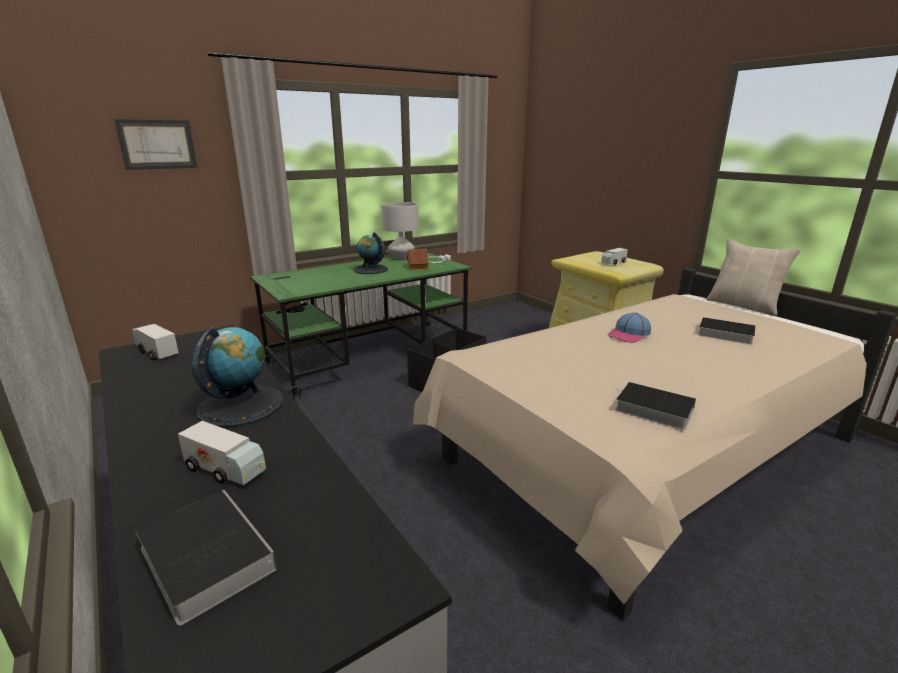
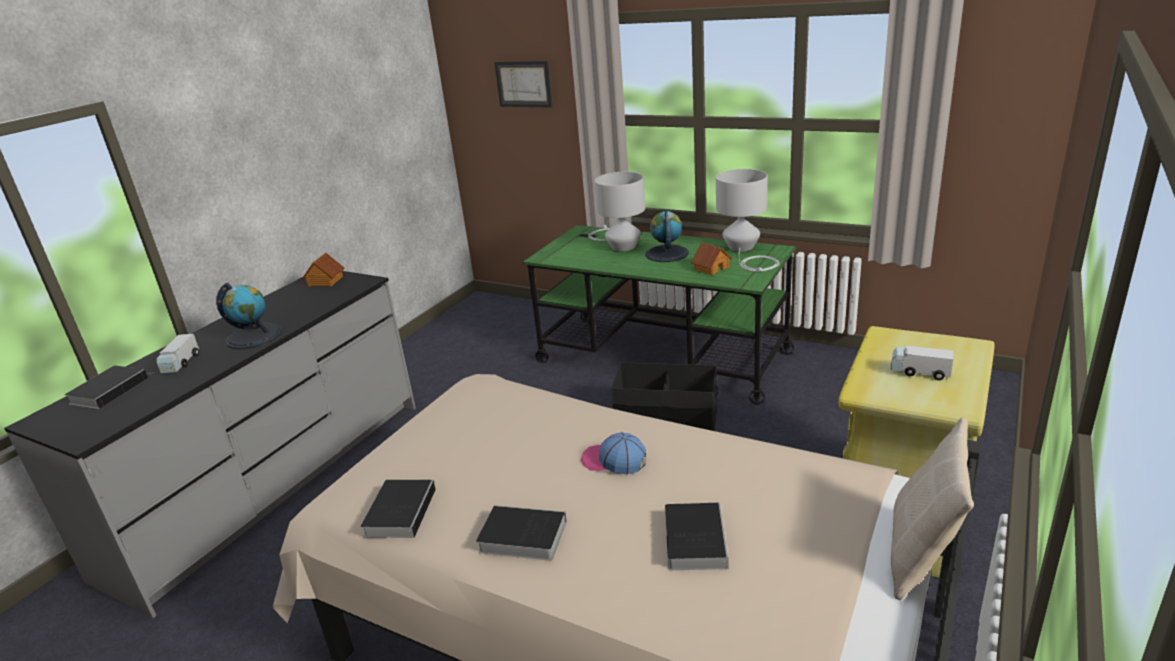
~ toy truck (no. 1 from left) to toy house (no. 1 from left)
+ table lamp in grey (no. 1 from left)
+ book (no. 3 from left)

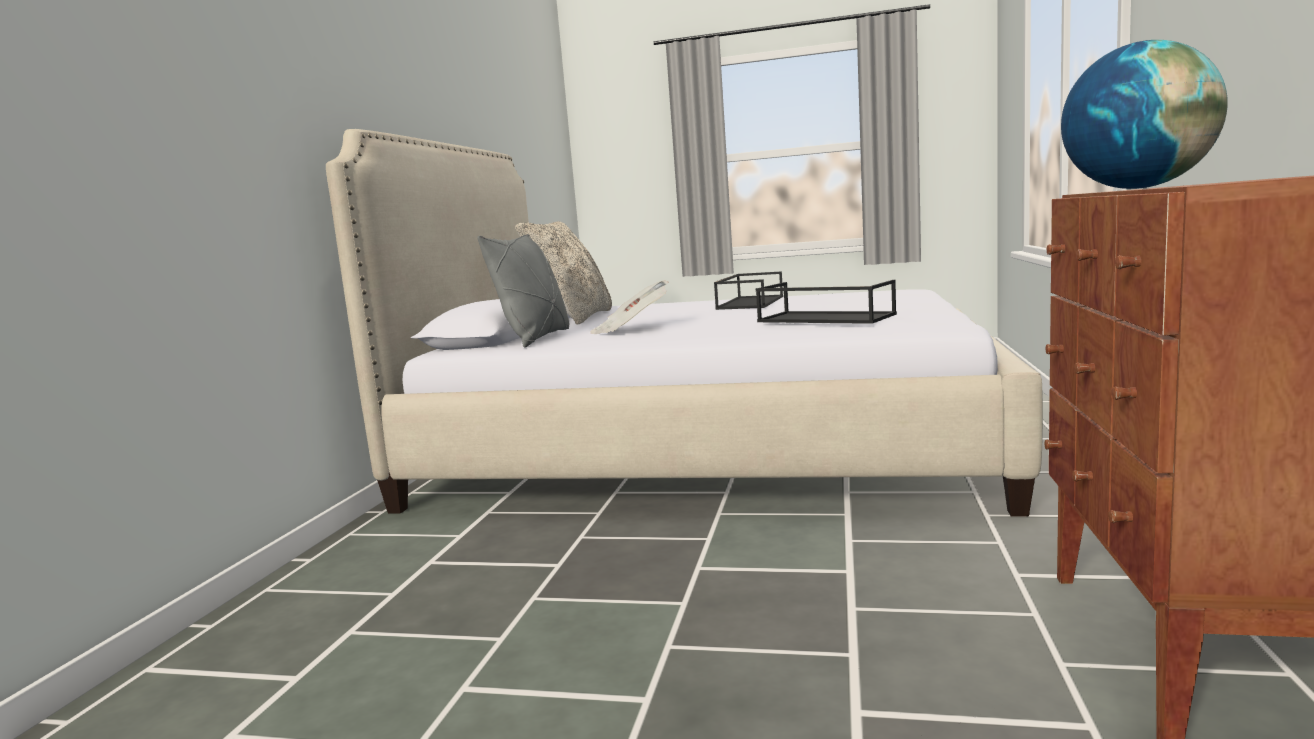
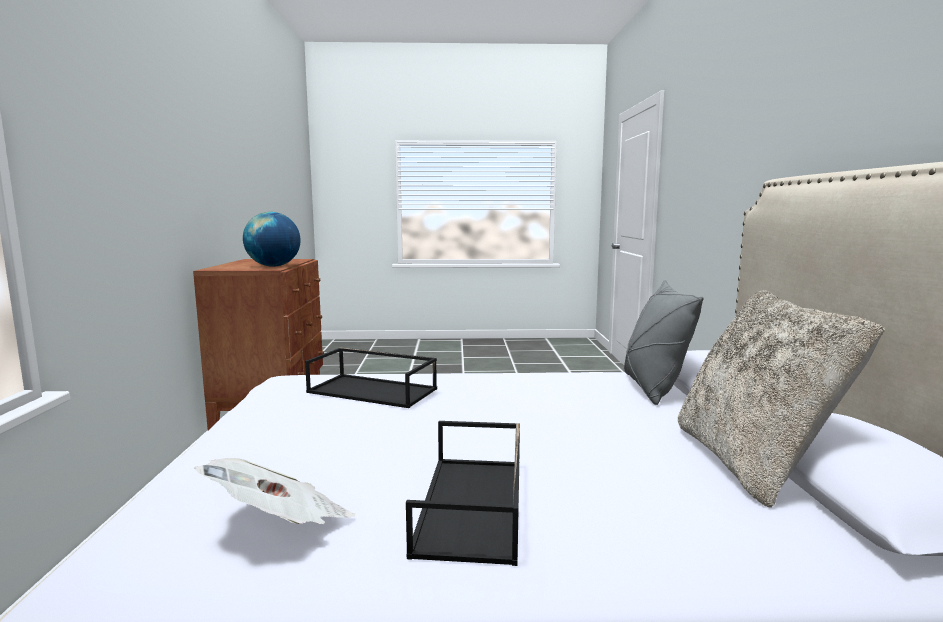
~ newspaper

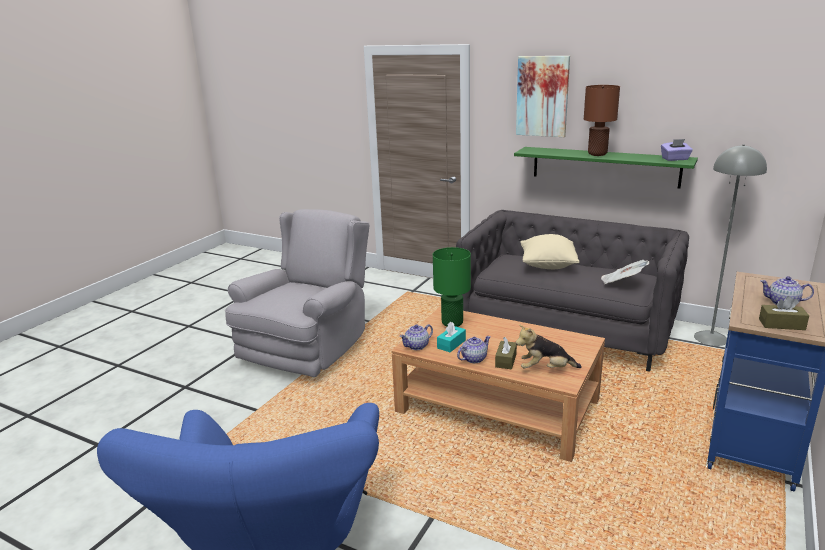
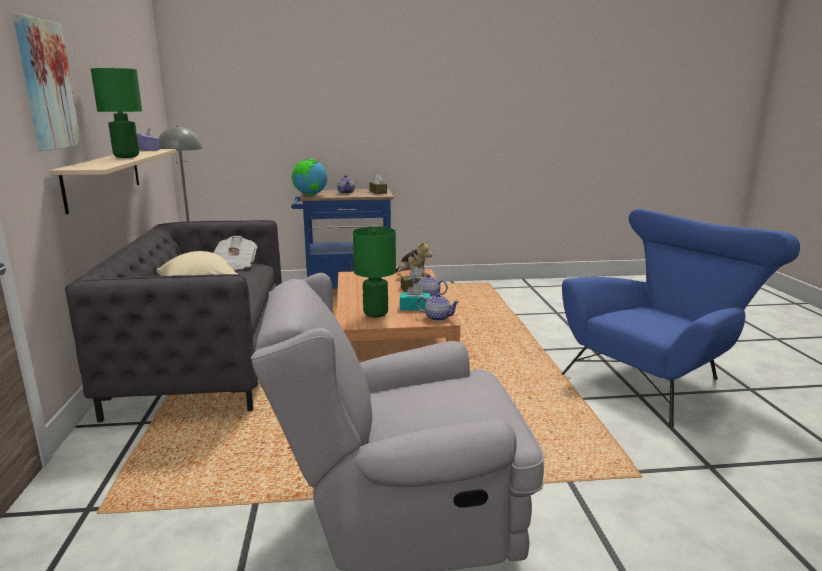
~ table lamp in brown to table lamp in green (no. 1 from left)
~ shelf in green to shelf in beige
+ globe

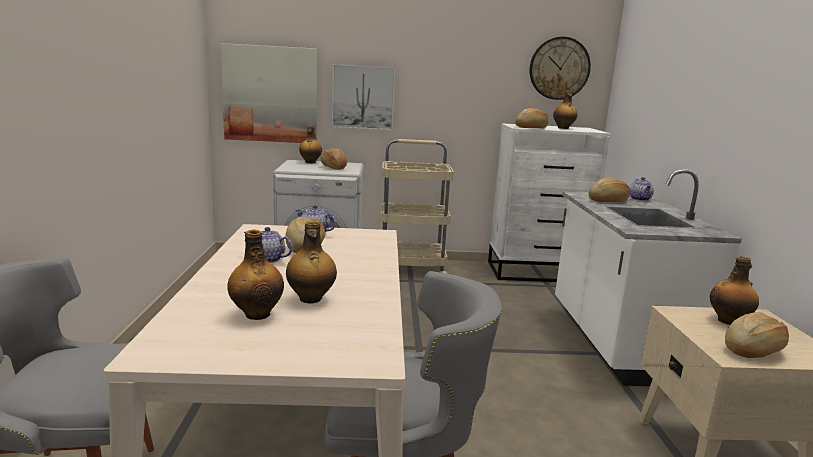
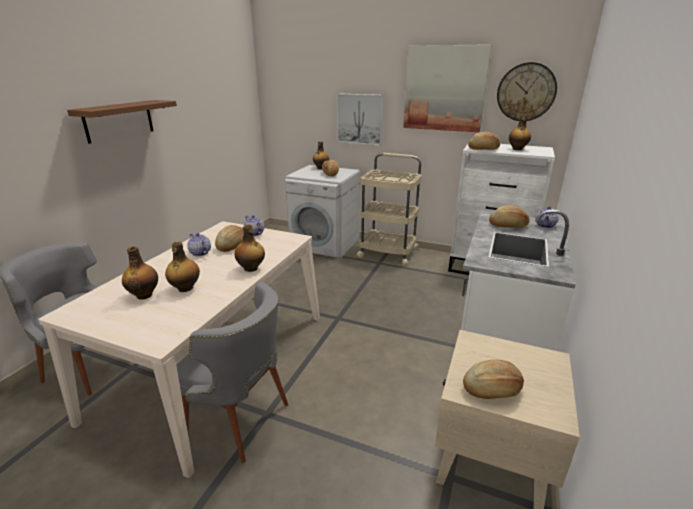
~ picture (no. 1 from left in the first image) to picture (no. 2 from left)
~ bottle (no. 5 from left in the first image) to bottle (no. 3 from left)
+ shelf in brown

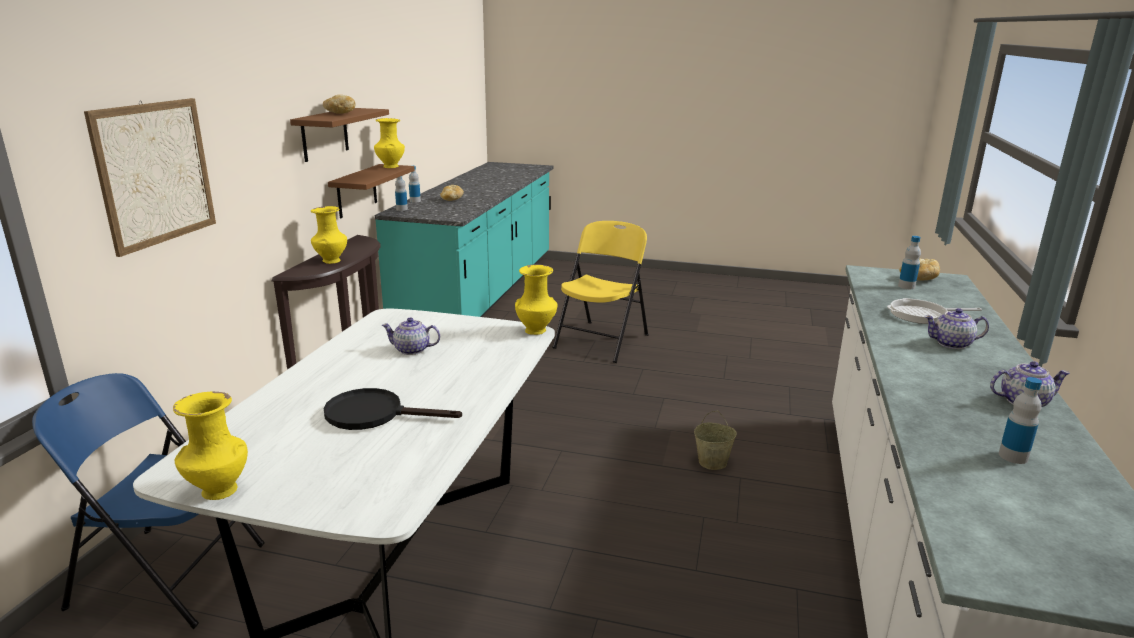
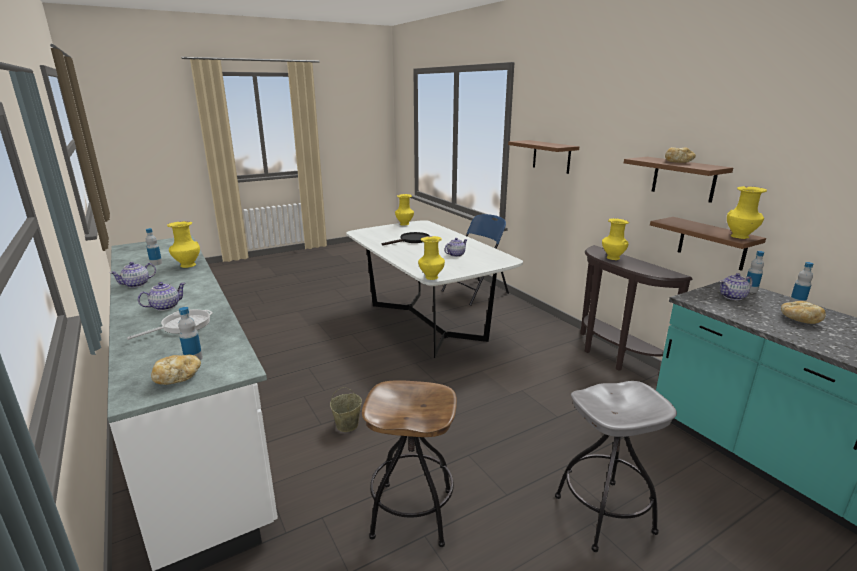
~ picture to shelf in brown (no. 1 from left)
~ chair in yellow to stool in grey
+ vase in yellow (no. 1 from left)
+ teapot (no. 4 from left)
+ stool in brown

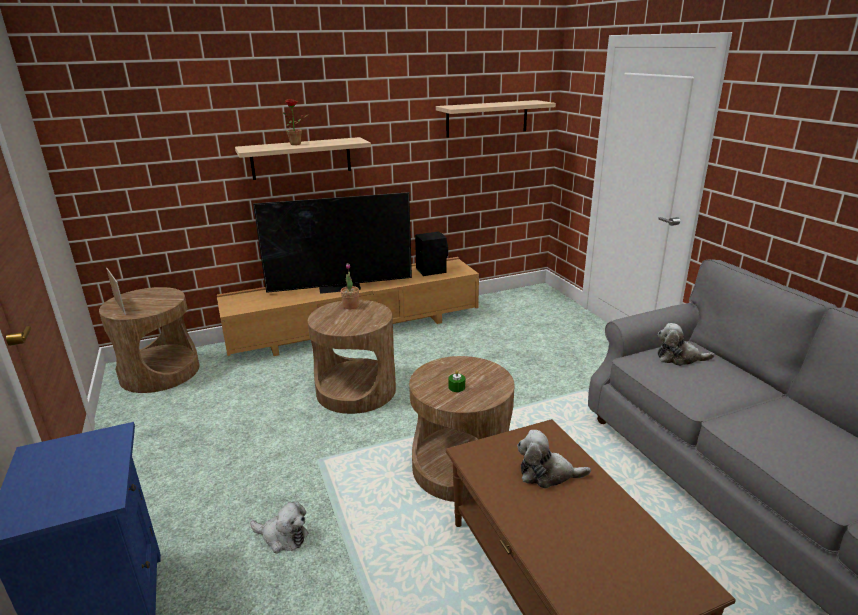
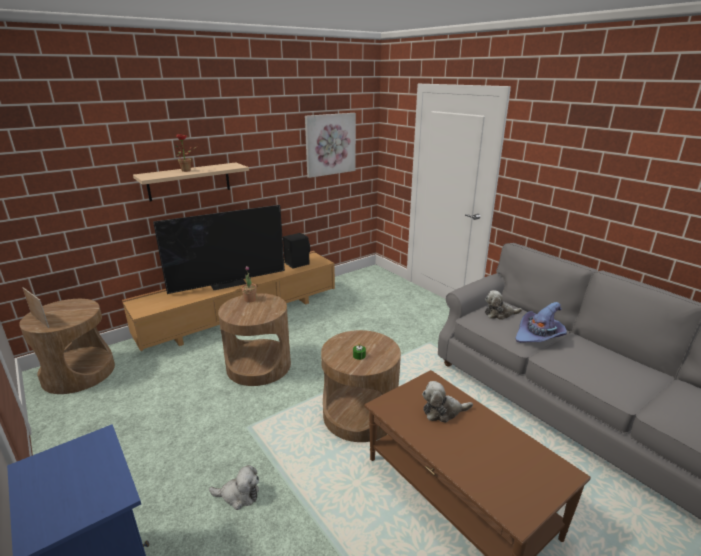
~ shelf (no. 2 from left) to picture
+ hat in purple

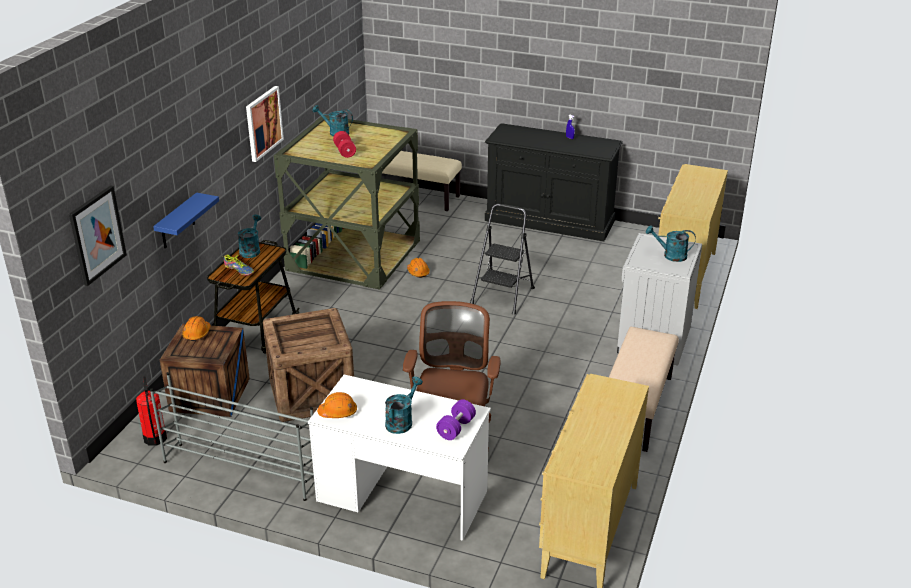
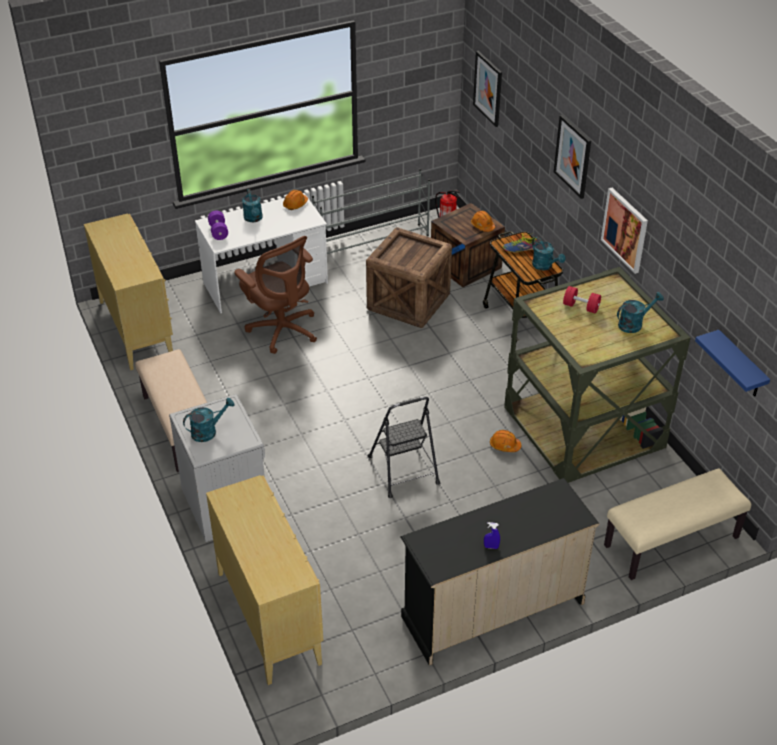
~ shelf in blue
+ picture (no. 2 from left)

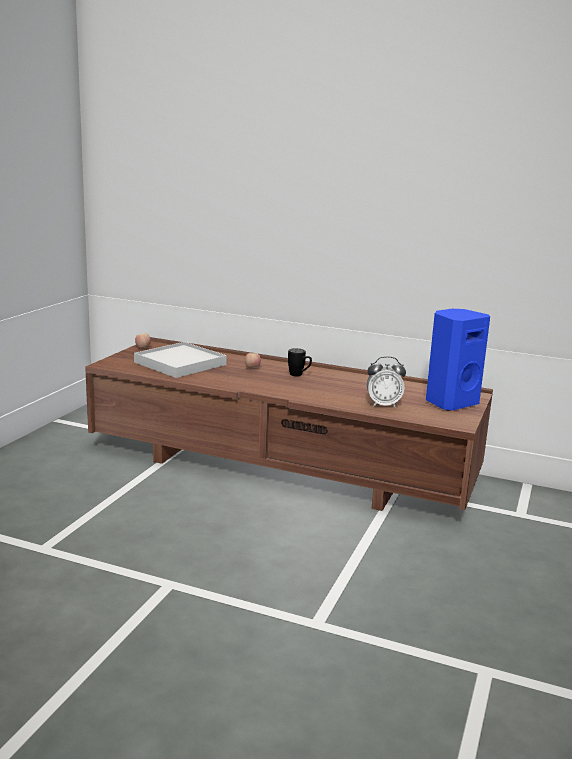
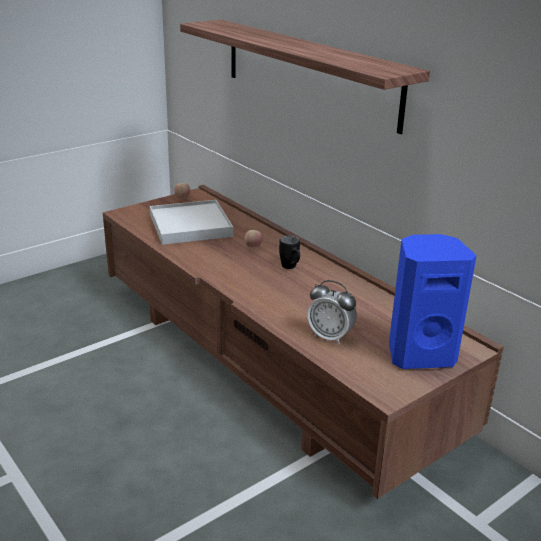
+ shelf

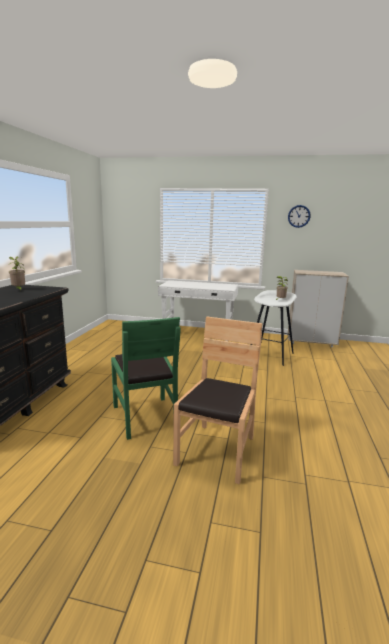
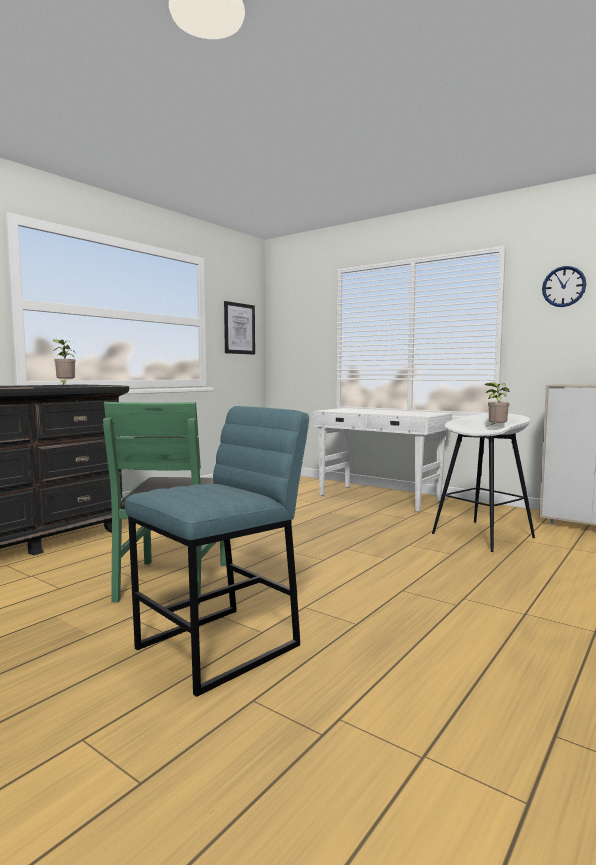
~ chair in brown to stool in blue
+ picture

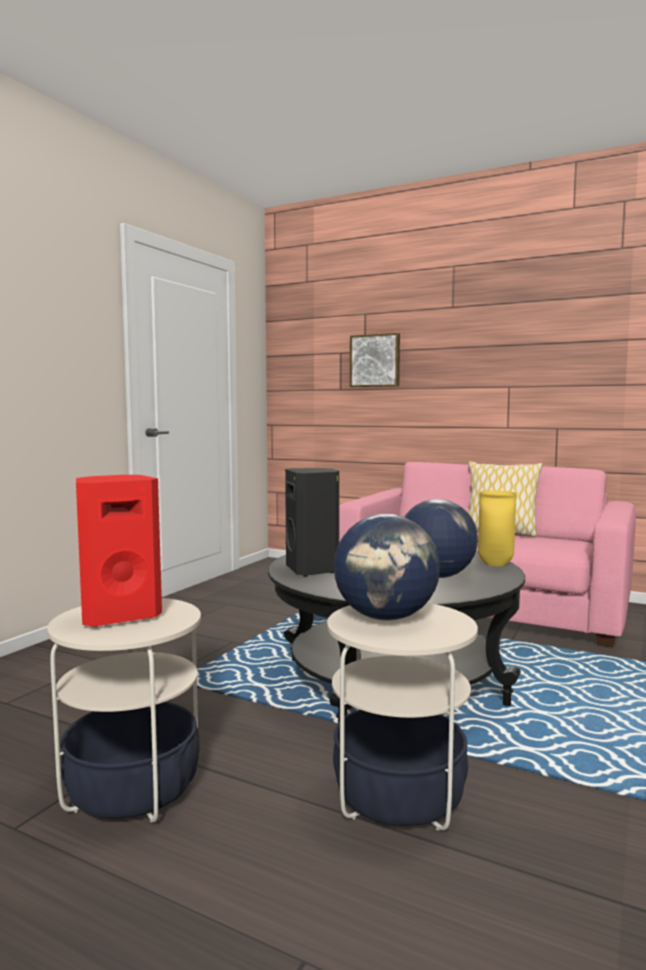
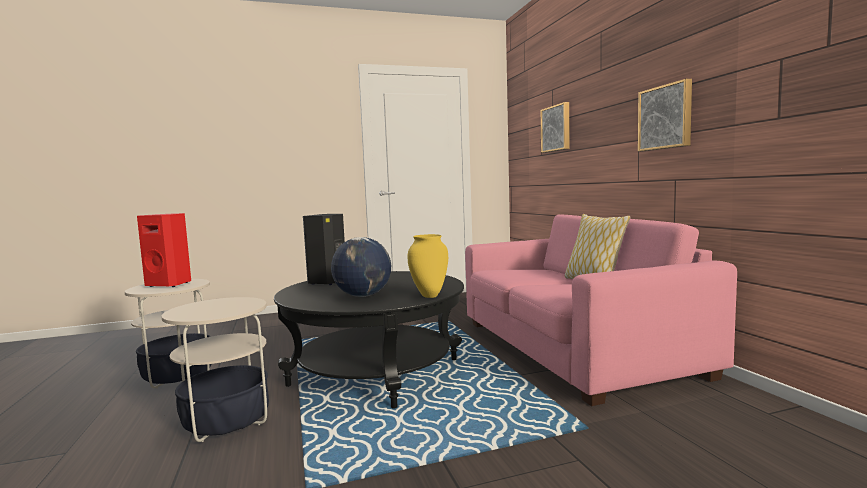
- globe (no. 1 from left)
+ picture (no. 2 from left)

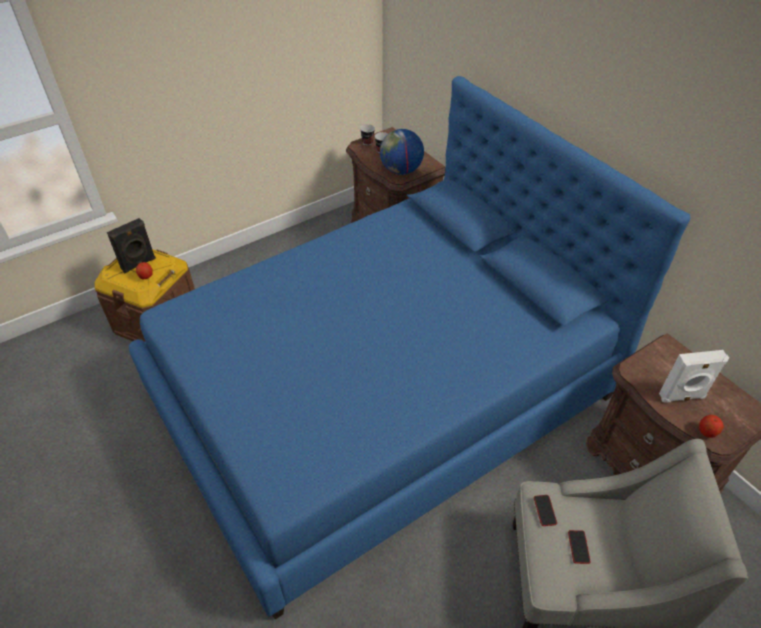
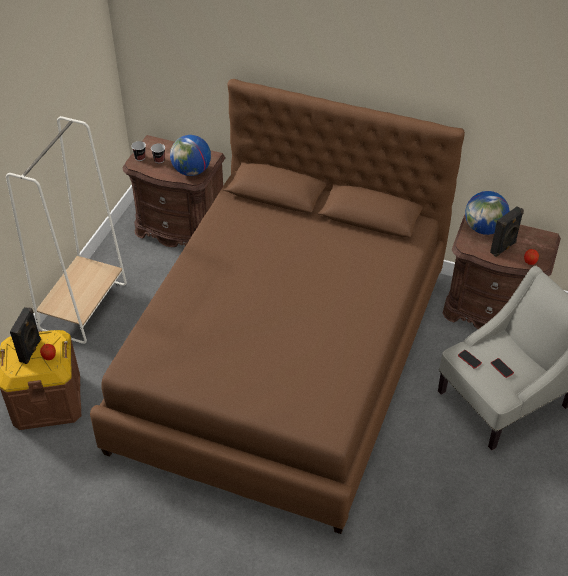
~ bed in blue to bed in brown
~ speaker in white to speaker in black (no. 2 from left)
+ clothes rack
+ globe (no. 2 from left)

